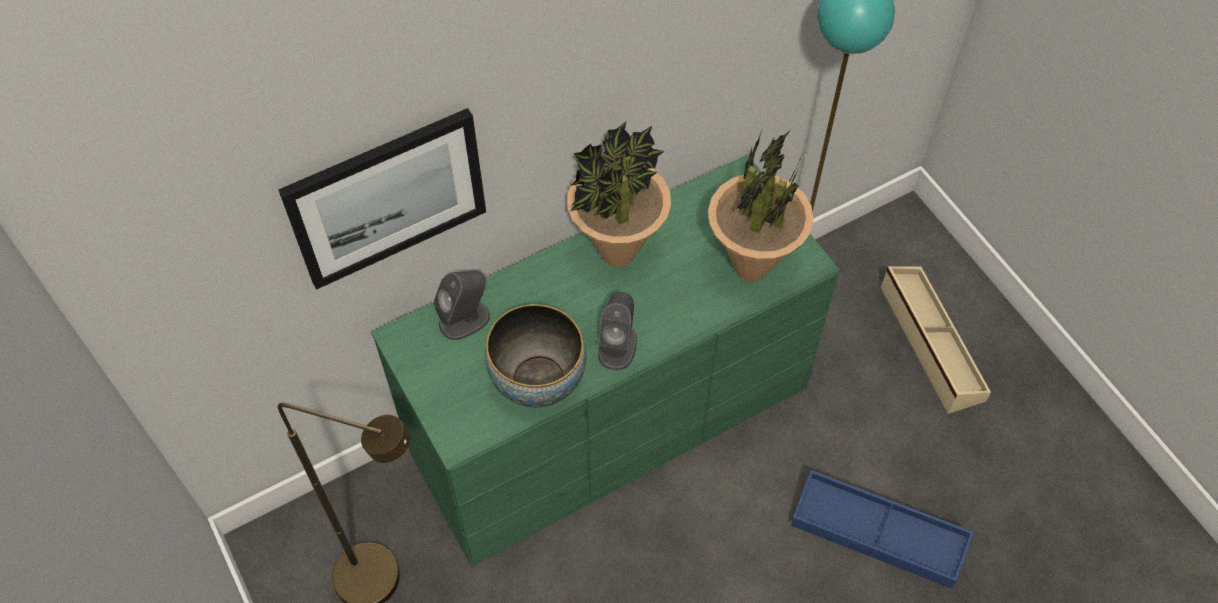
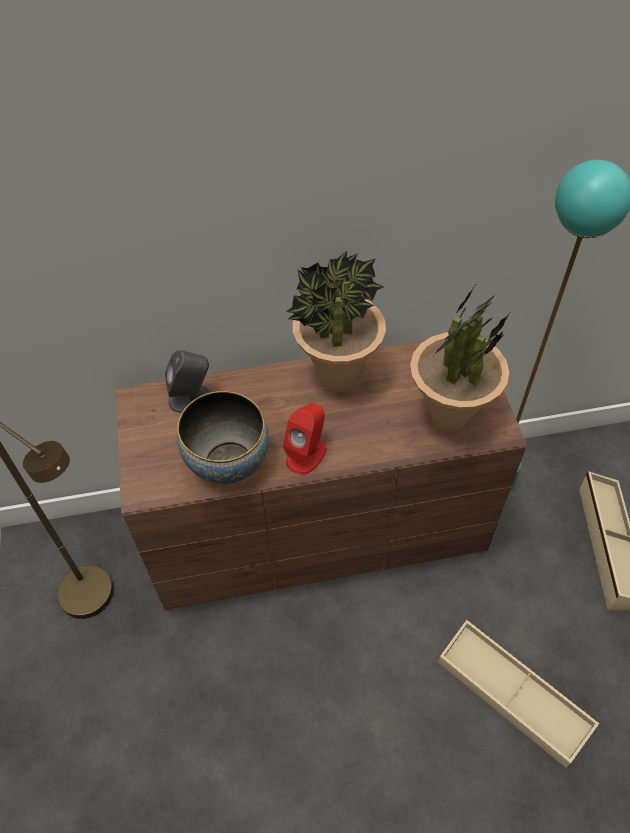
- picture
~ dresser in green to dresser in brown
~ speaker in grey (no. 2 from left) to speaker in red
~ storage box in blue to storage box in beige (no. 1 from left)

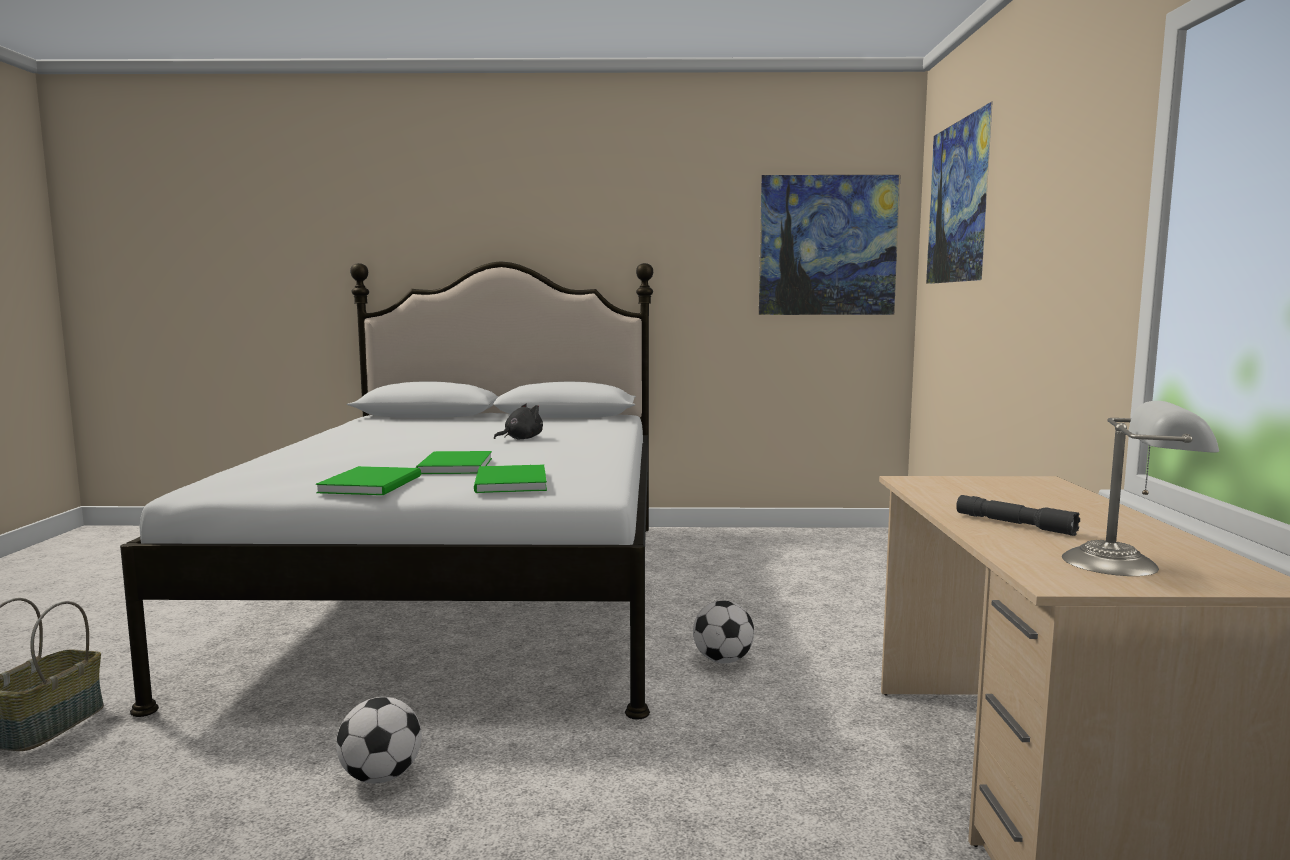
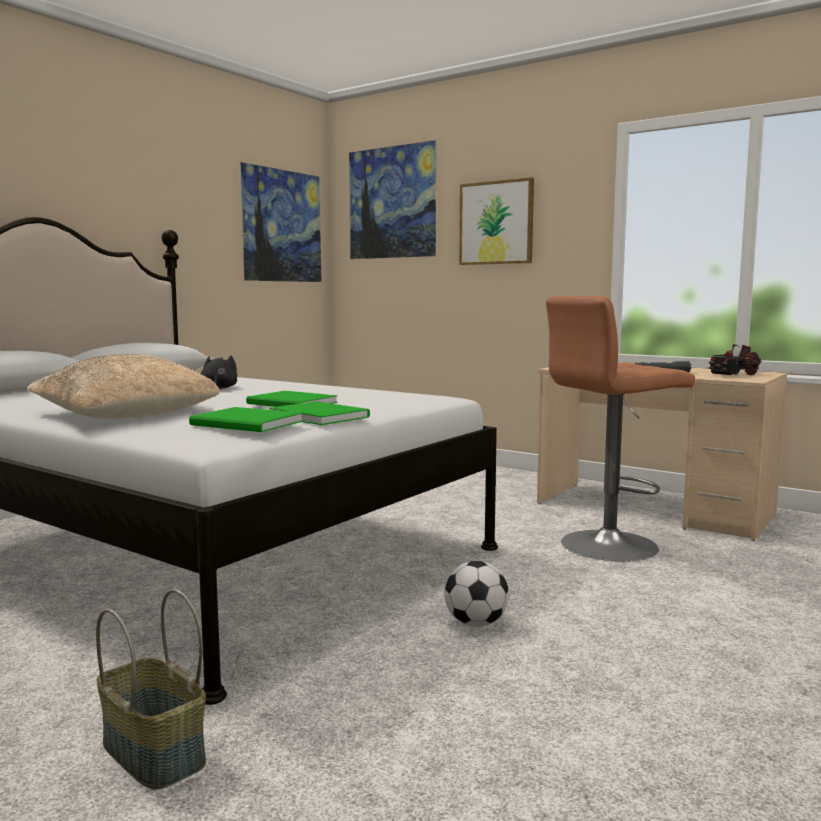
~ table lamp in white to toy truck
~ book in green (no. 3 from left in the first image) to book in green (no. 1 from left)
- football (no. 2 from left)
+ picture (no. 3 from left)
+ stool in brown
+ pillow in beige

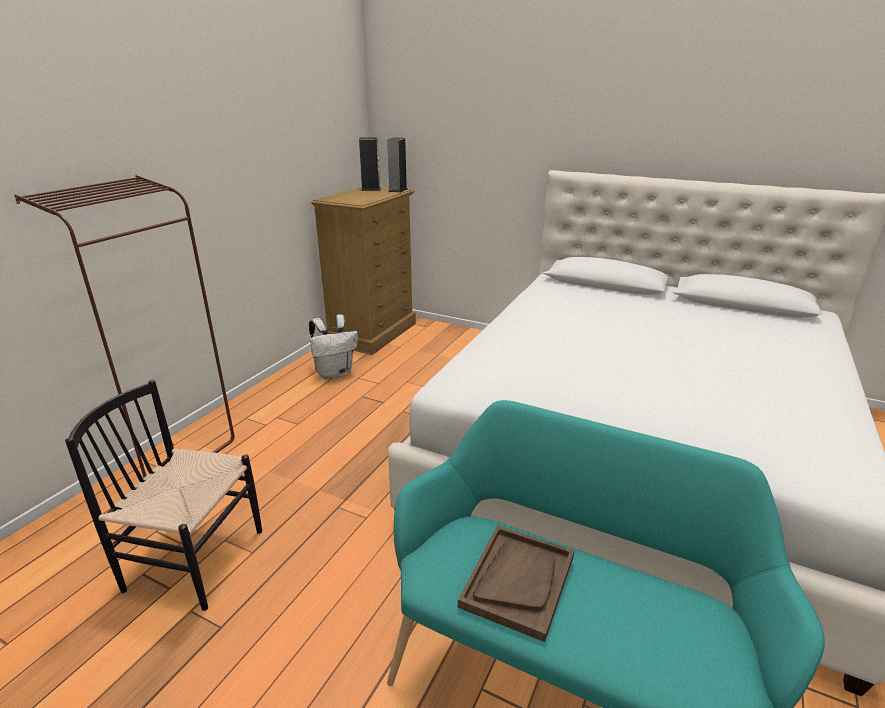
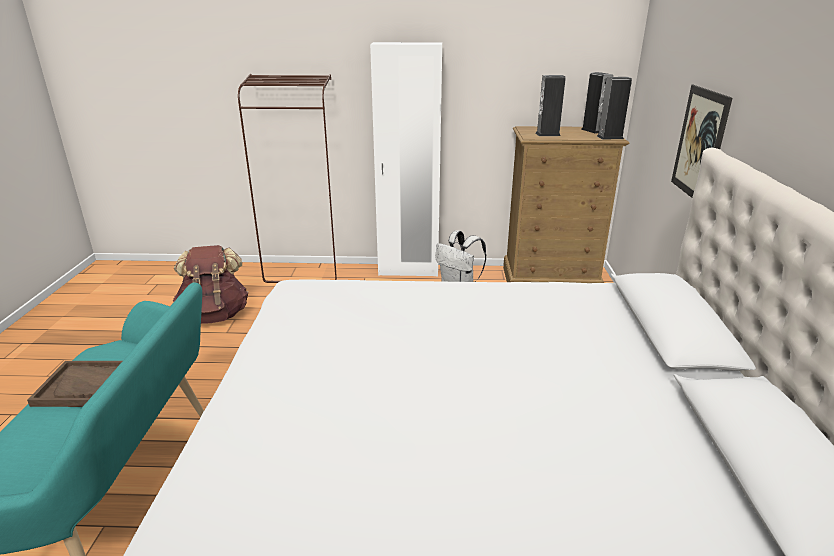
~ chair in black to backpack in brown
+ wardrobe in white
+ speaker (no. 1 from left)
+ picture

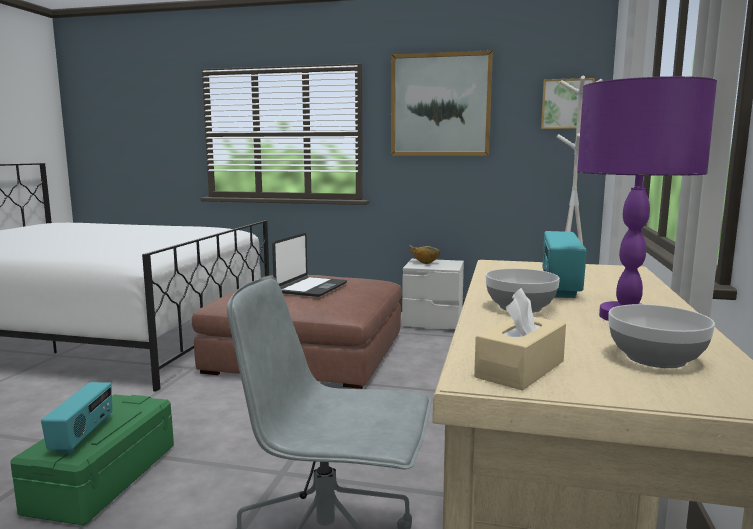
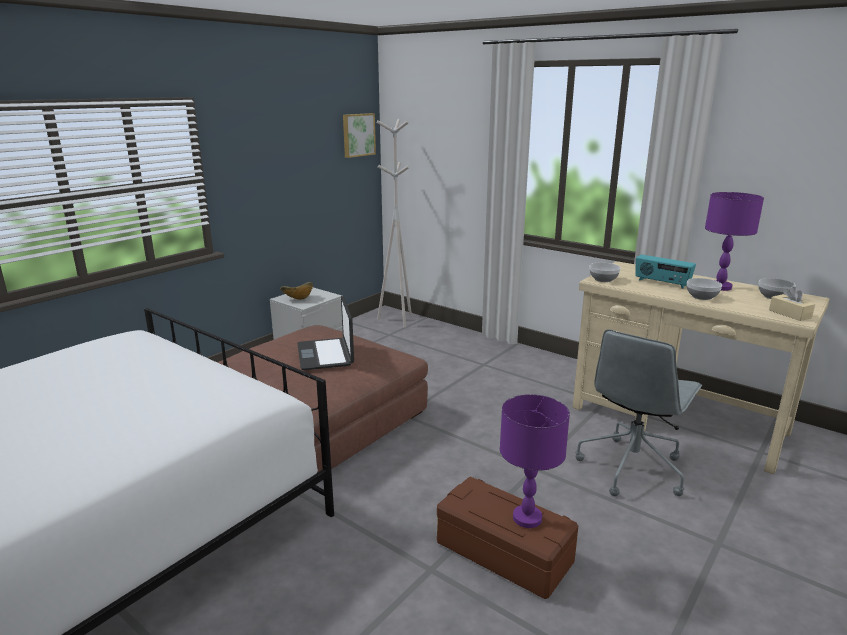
- picture (no. 1 from left)
~ laptop 150 degrees counterclockwise
~ radio (no. 1 from left) to table lamp in purple (no. 1 from left)
~ storage box in green to storage box in brown
+ bowl (no. 2 from left)

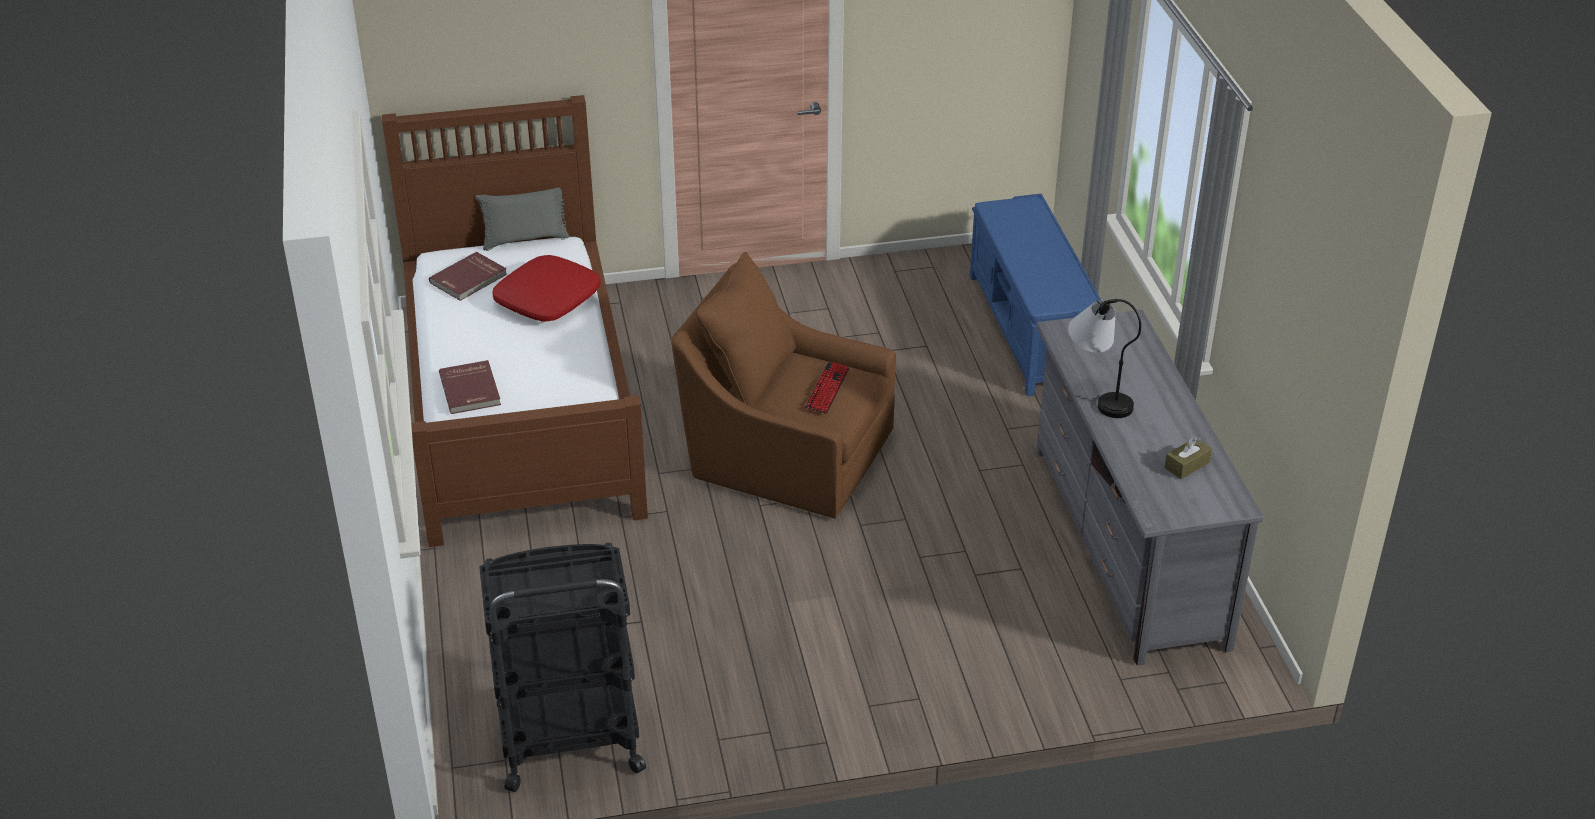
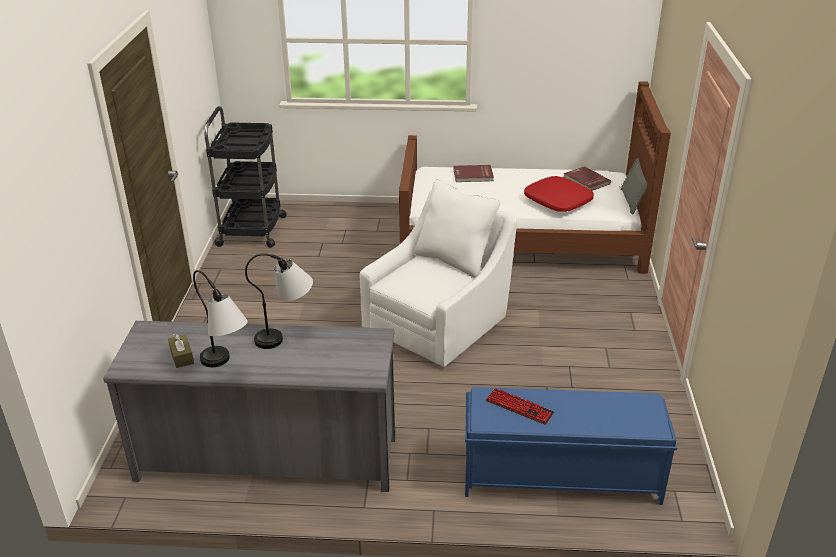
~ armchair in brown to armchair in white
~ keyboard
+ table lamp (no. 1 from left)

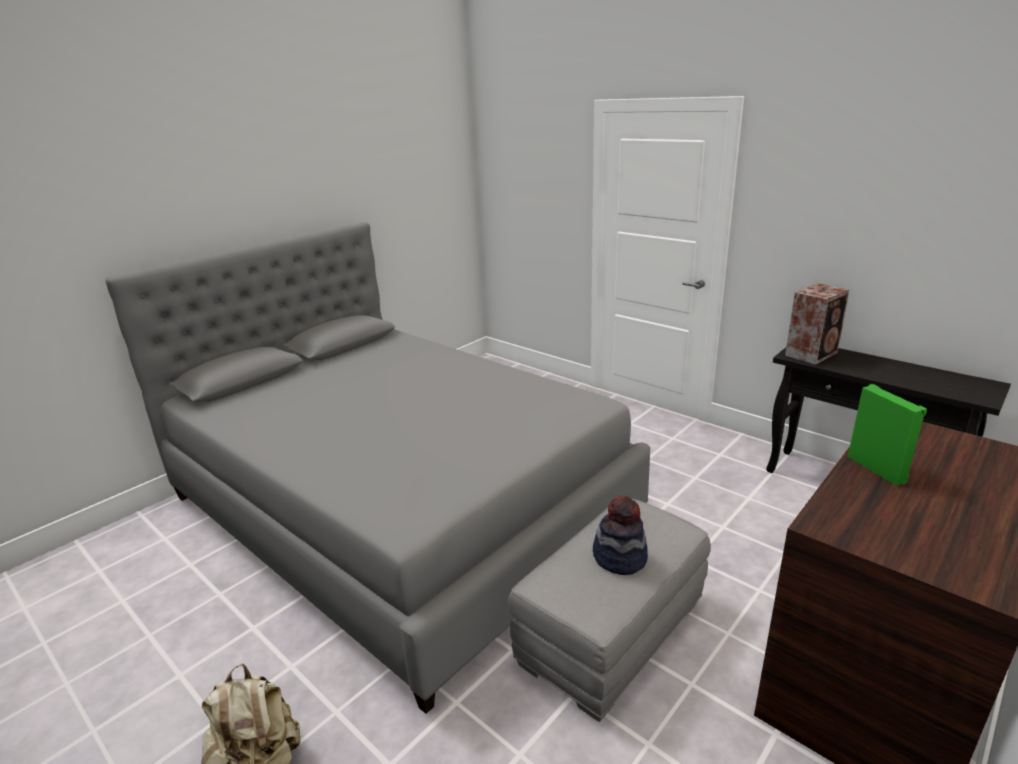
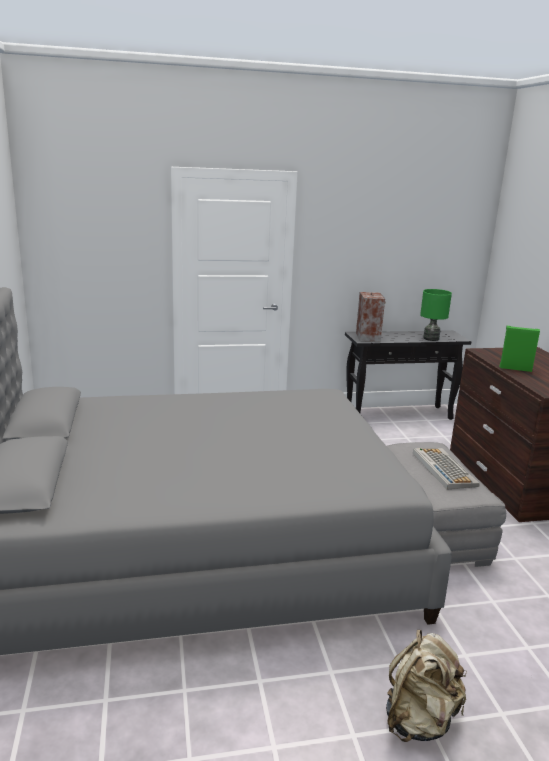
~ hat to keyboard
+ table lamp in green

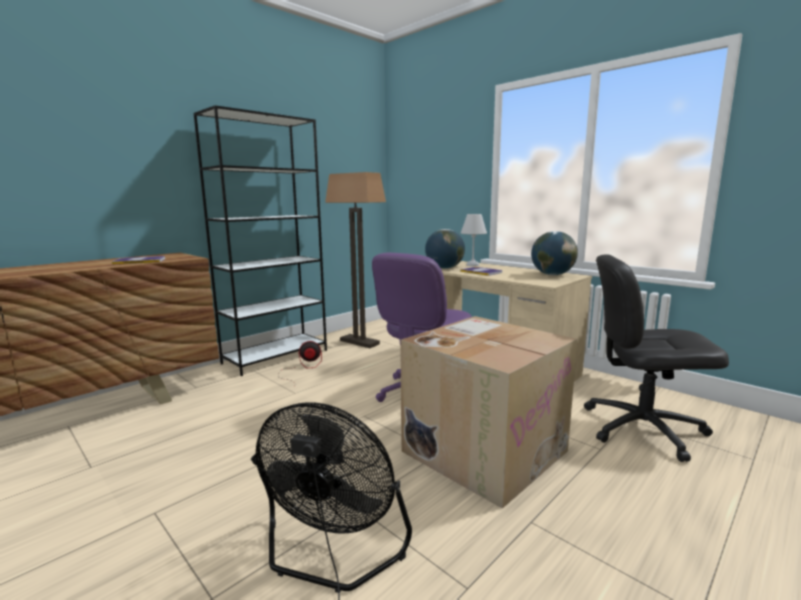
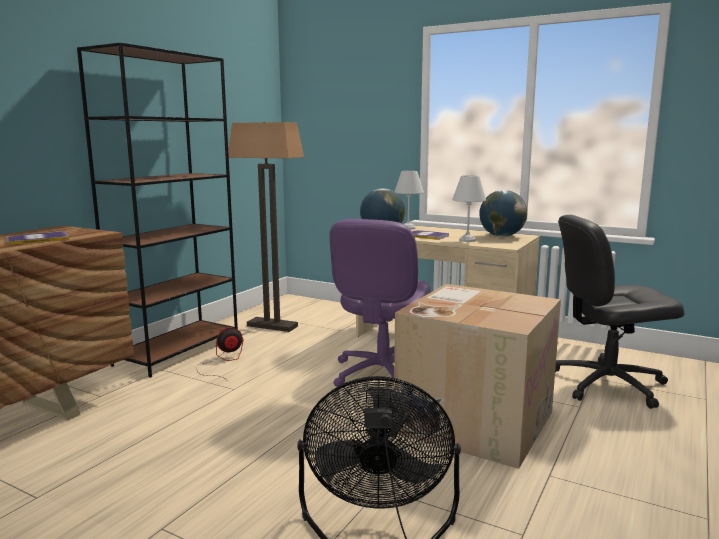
~ bookcase in white to bookcase in brown
+ table lamp in white (no. 2 from left)

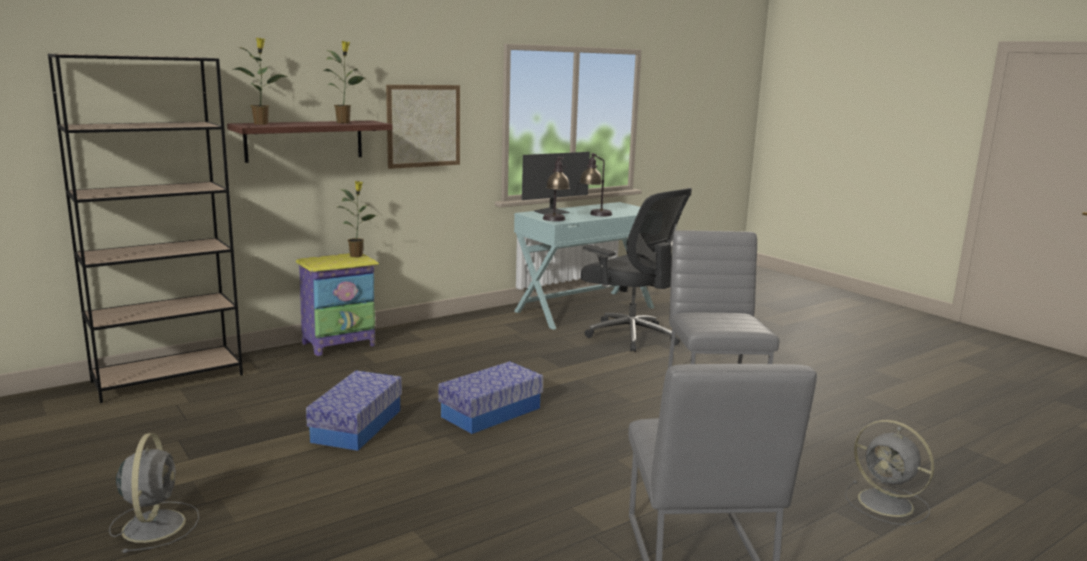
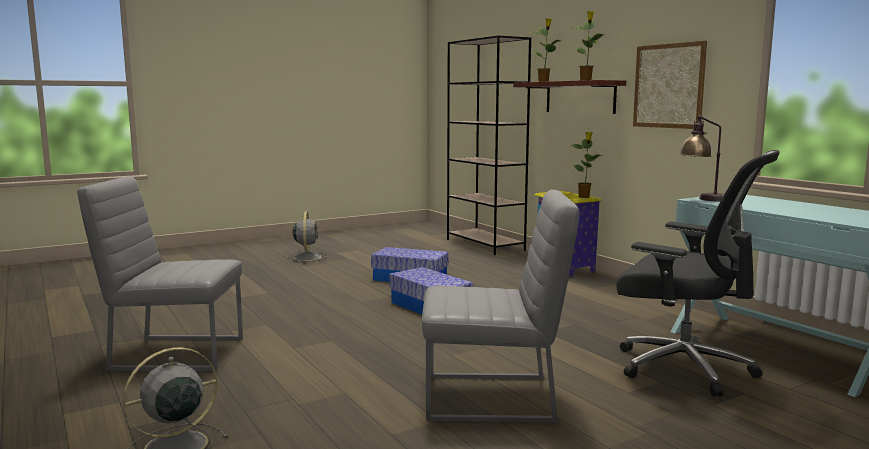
- monitor
- table lamp (no. 2 from left)
~ office chair 105 degrees counterclockwise
~ fan in grey (no. 1 from left in the first image) 90 degrees counterclockwise

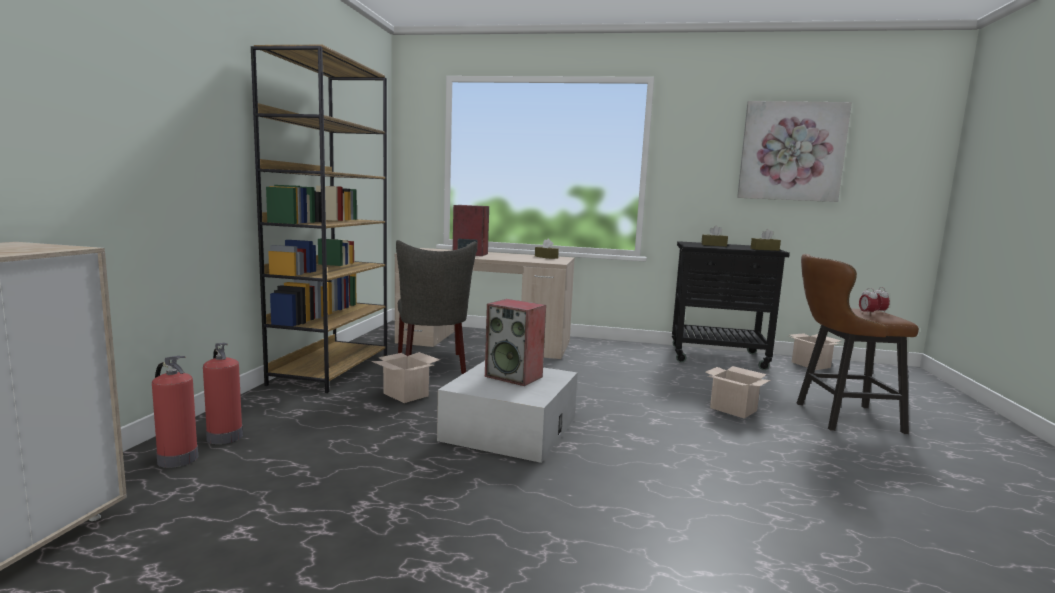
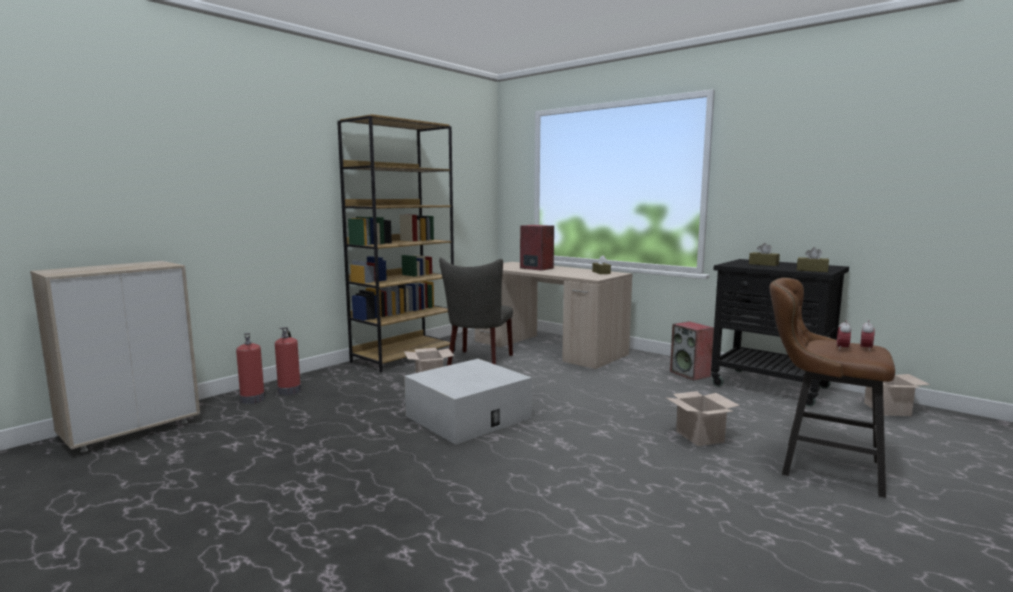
- picture
~ speaker (no. 2 from left)

